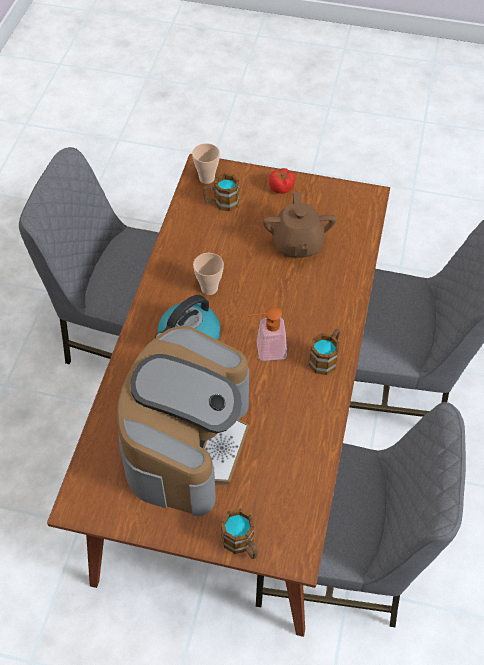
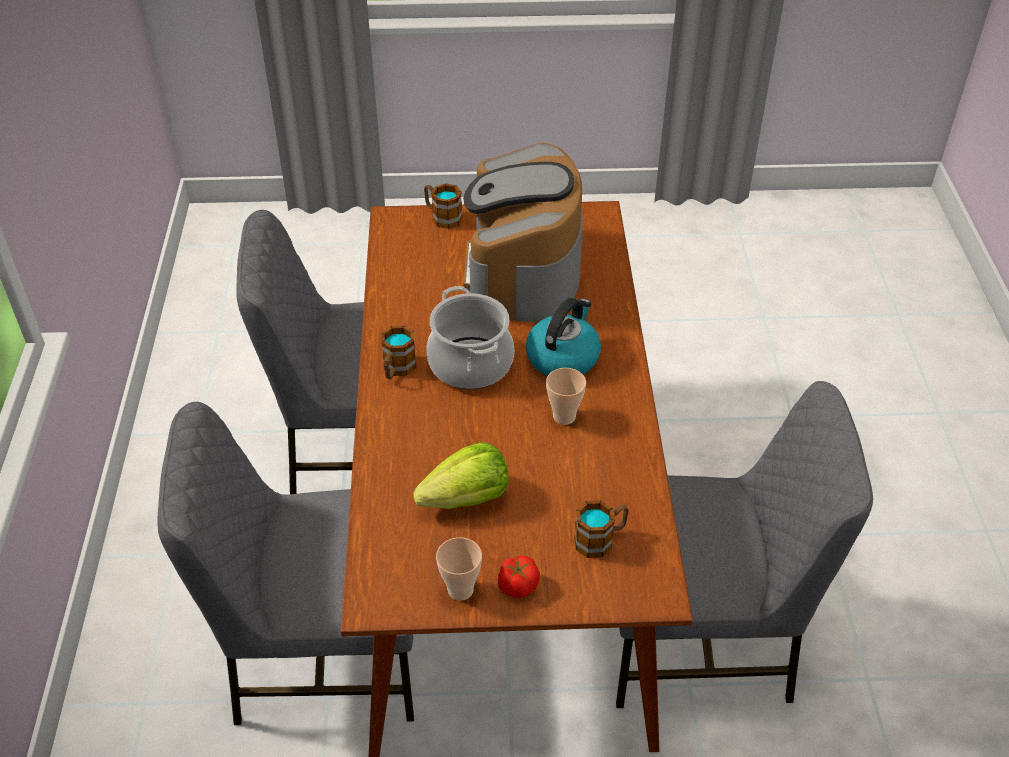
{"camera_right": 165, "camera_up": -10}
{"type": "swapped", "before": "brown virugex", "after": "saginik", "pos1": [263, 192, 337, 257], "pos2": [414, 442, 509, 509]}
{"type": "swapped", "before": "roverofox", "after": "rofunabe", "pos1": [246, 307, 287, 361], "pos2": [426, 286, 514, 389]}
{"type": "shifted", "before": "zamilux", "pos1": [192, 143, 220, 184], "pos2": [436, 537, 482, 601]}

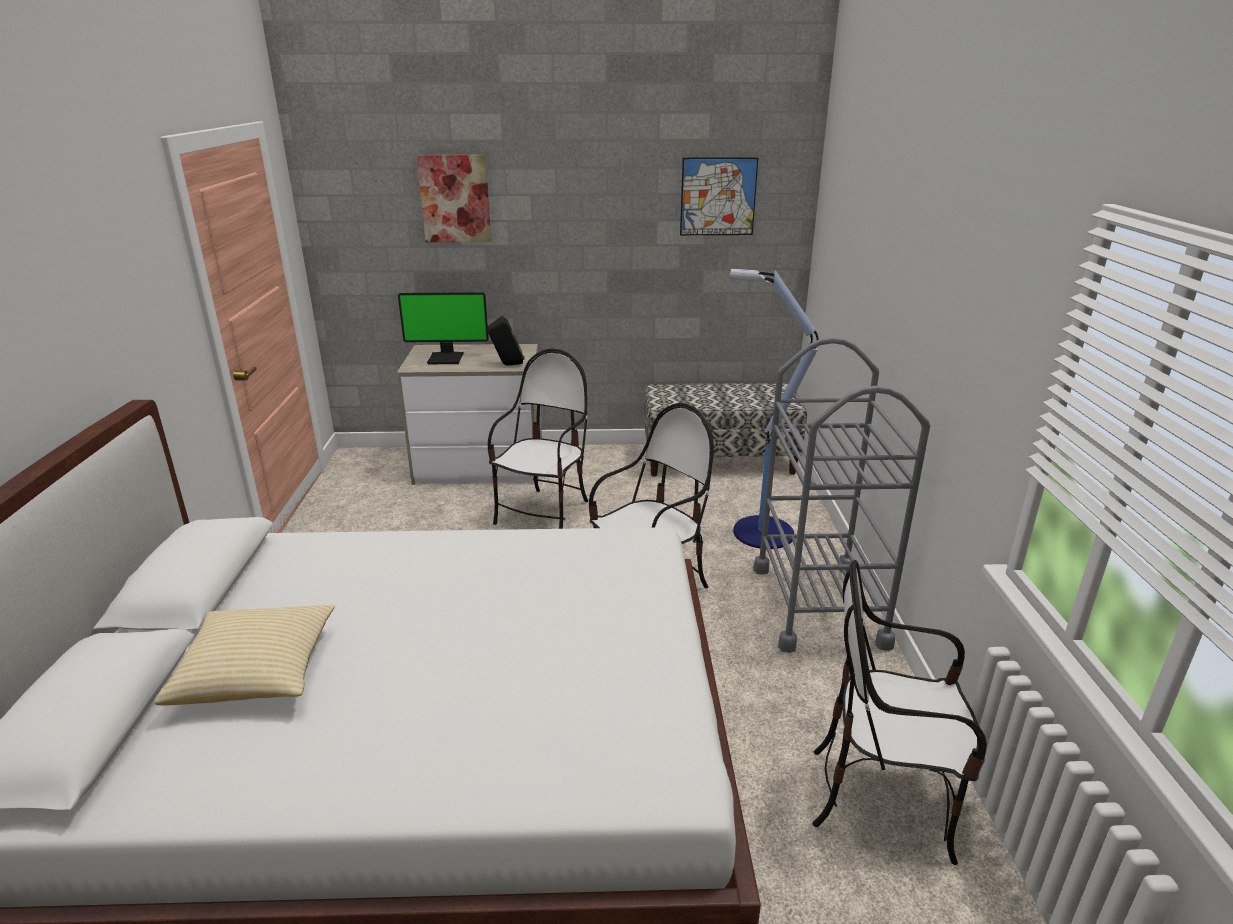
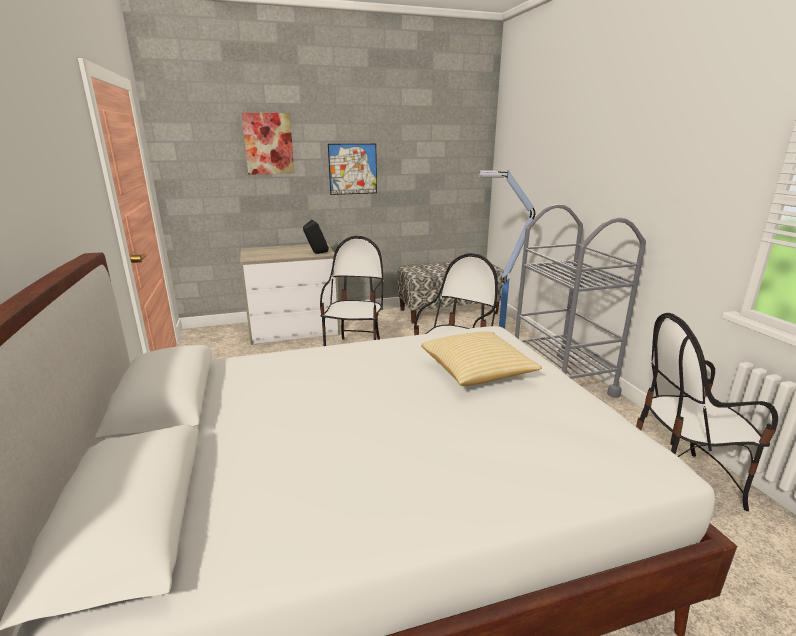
{"camera_right": -15, "camera_up": -5}
{"type": "shifted", "before": "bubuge", "pos1": [680, 157, 758, 235], "pos2": [328, 144, 377, 195]}
{"type": "shifted", "before": "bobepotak", "pos1": [154, 605, 335, 705], "pos2": [421, 331, 542, 386]}
{"type": "gone", "before": "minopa", "pos1": [398, 292, 489, 364]}

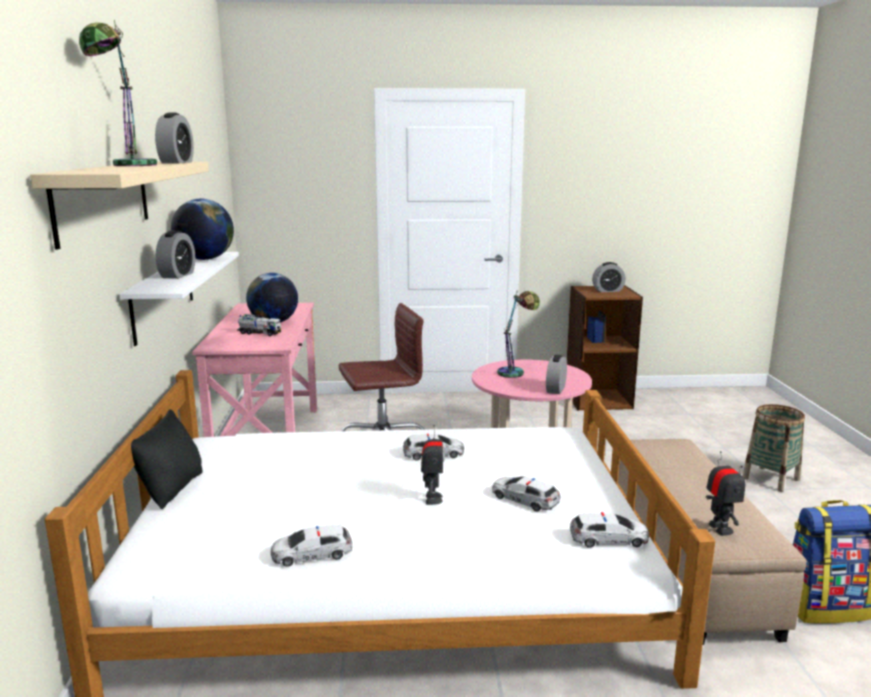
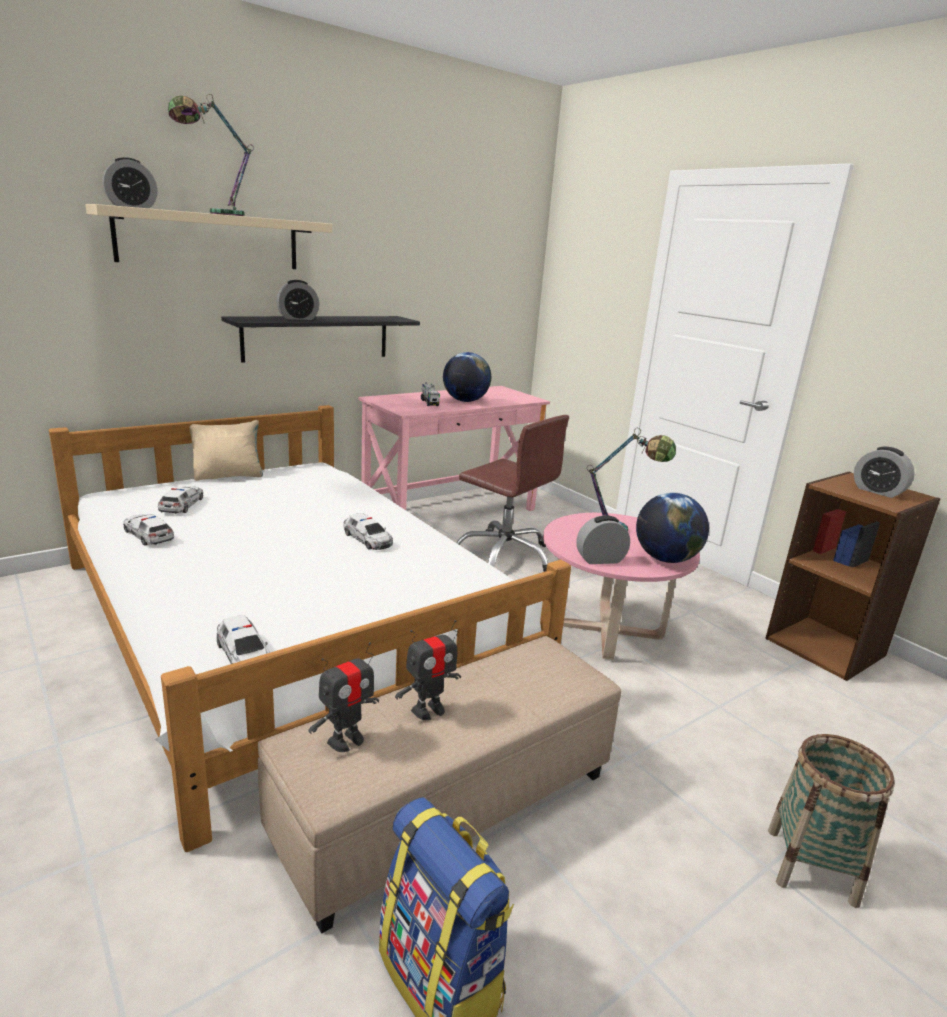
{"camera_right": 55, "camera_up": 5}
{"type": "shifted", "before": "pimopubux", "pos1": [155, 113, 194, 163], "pos2": [103, 157, 158, 208]}
{"type": "shifted", "before": "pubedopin", "pos1": [492, 476, 561, 512], "pos2": [158, 486, 203, 514]}
{"type": "repainted", "before": "black bobepotak", "after": "beige bobepotak", "pos1": [131, 409, 203, 509], "pos2": [189, 420, 263, 481]}
{"type": "repainted", "before": "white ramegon", "after": "black ramegon", "pos1": [119, 252, 239, 346], "pos2": [221, 316, 420, 363]}
{"type": "shifted", "before": "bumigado", "pos1": [421, 425, 444, 505], "pos2": [395, 620, 461, 720]}
{"type": "shifted", "before": "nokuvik", "pos1": [171, 199, 234, 260], "pos2": [636, 493, 709, 563]}

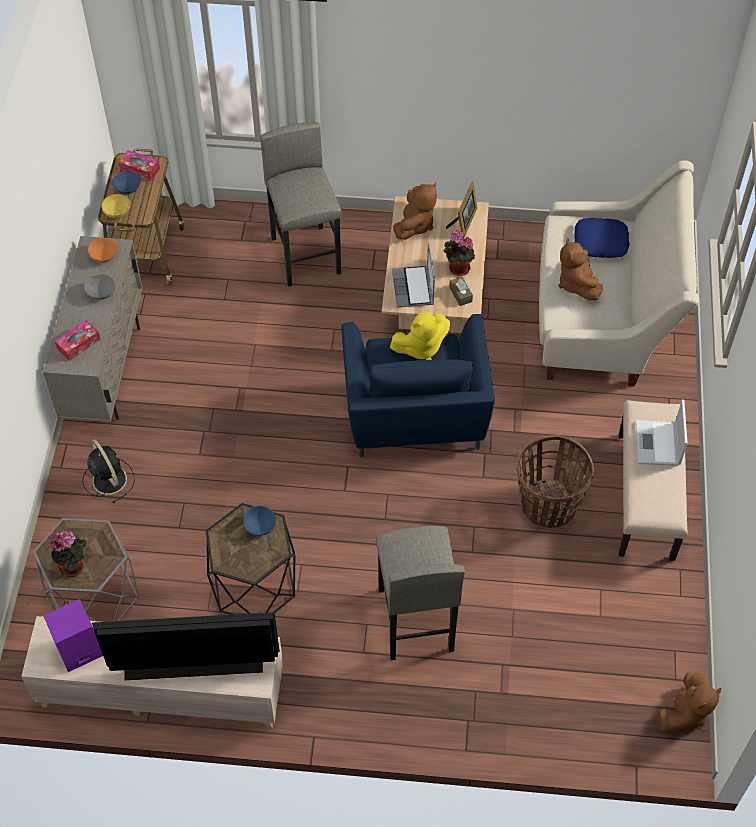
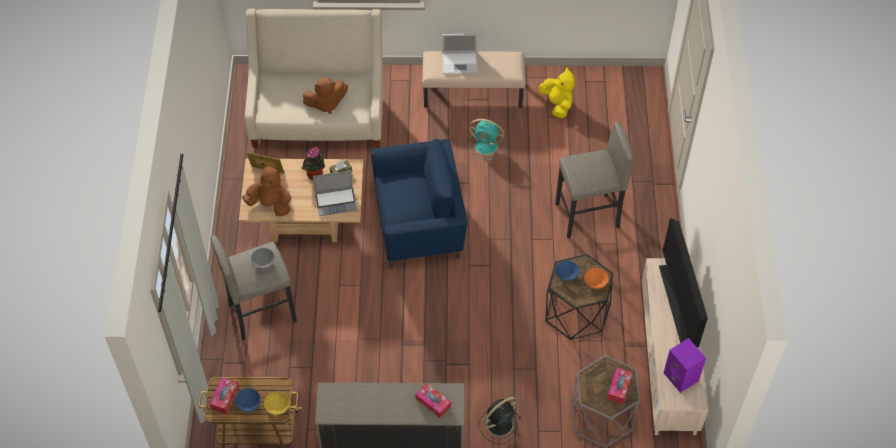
{"camera_right": -95, "camera_up": 0}
{"type": "shifted", "before": "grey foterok", "pos1": [84, 274, 115, 300], "pos2": [251, 248, 275, 269]}
{"type": "swapped", "before": "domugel", "after": "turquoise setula", "pos1": [517, 435, 594, 528], "pos2": [469, 119, 505, 160]}
{"type": "shifted", "before": "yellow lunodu", "pos1": [390, 312, 450, 360], "pos2": [539, 67, 575, 118]}
{"type": "shifted", "before": "orange foterok", "pos1": [88, 238, 118, 263], "pos2": [584, 268, 609, 289]}
{"type": "swapped", "before": "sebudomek", "after": "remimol", "pos1": [51, 531, 87, 577], "pos2": [607, 368, 633, 404]}
{"type": "gone", "before": "blue bobepotak", "pos1": [574, 218, 630, 258]}
{"type": "gone", "before": "brown lunodu", "pos1": [658, 671, 721, 732]}

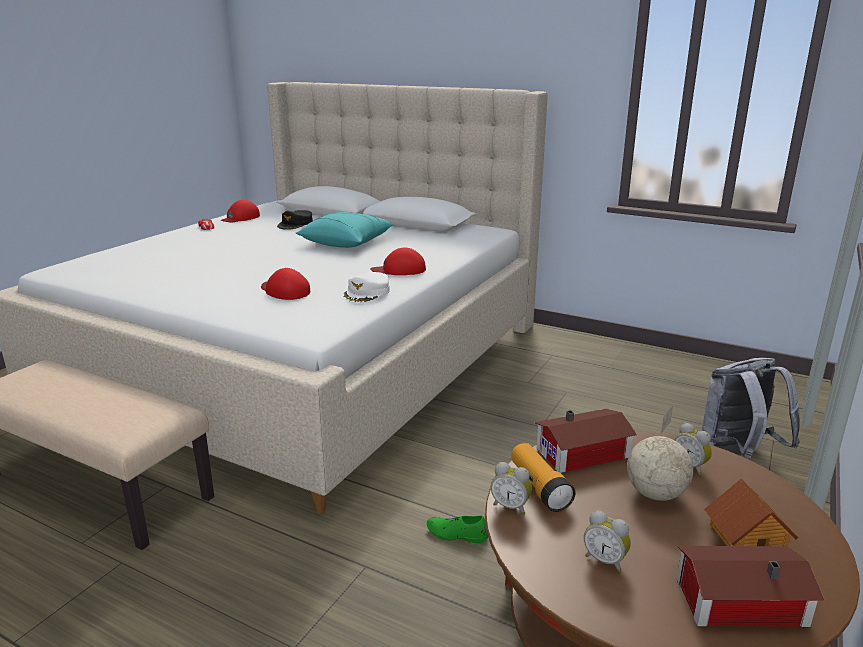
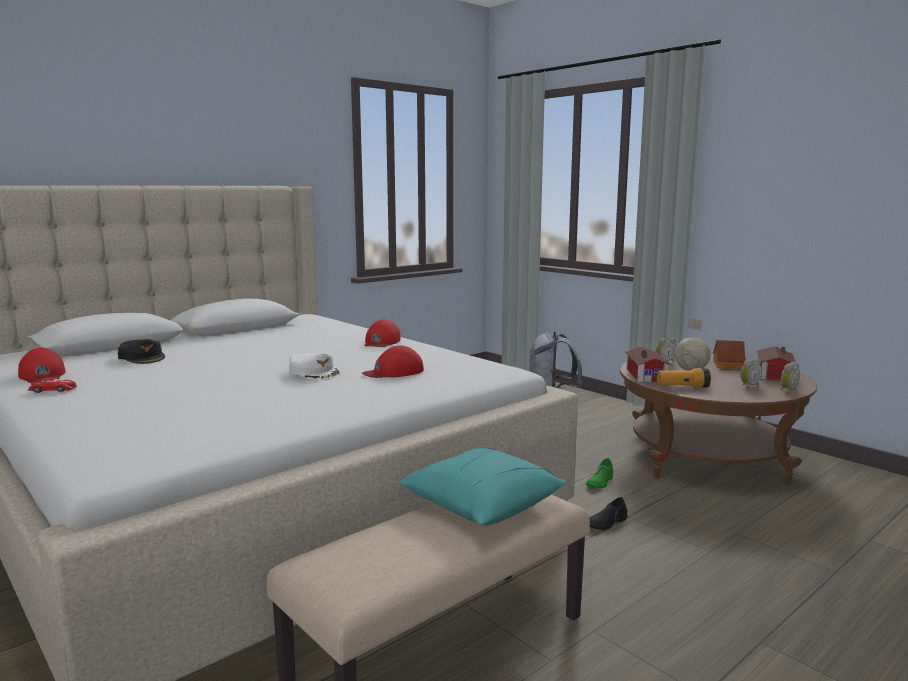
{"camera_right": -70, "camera_up": -10}
{"type": "shifted", "before": "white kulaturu", "pos1": [343, 272, 390, 303], "pos2": [289, 353, 340, 380]}
{"type": "shifted", "before": "turquoise bobepotak", "pos1": [296, 212, 393, 248], "pos2": [398, 447, 566, 526]}
{"type": "new", "after": "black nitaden", "pos2": [589, 497, 628, 530]}
{"type": "shifted", "before": "pimopubux", "pos1": [491, 462, 532, 515], "pos2": [781, 362, 800, 394]}

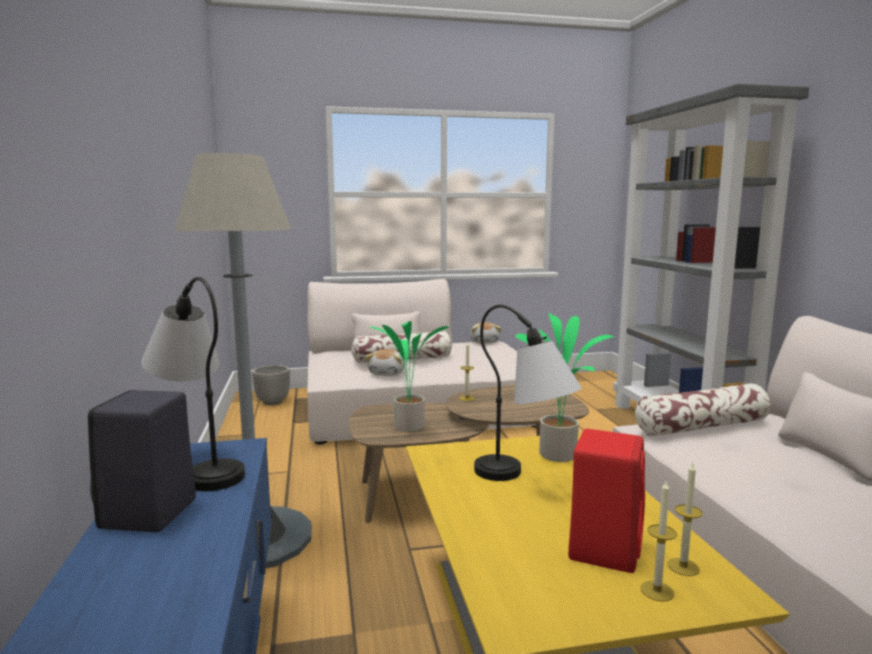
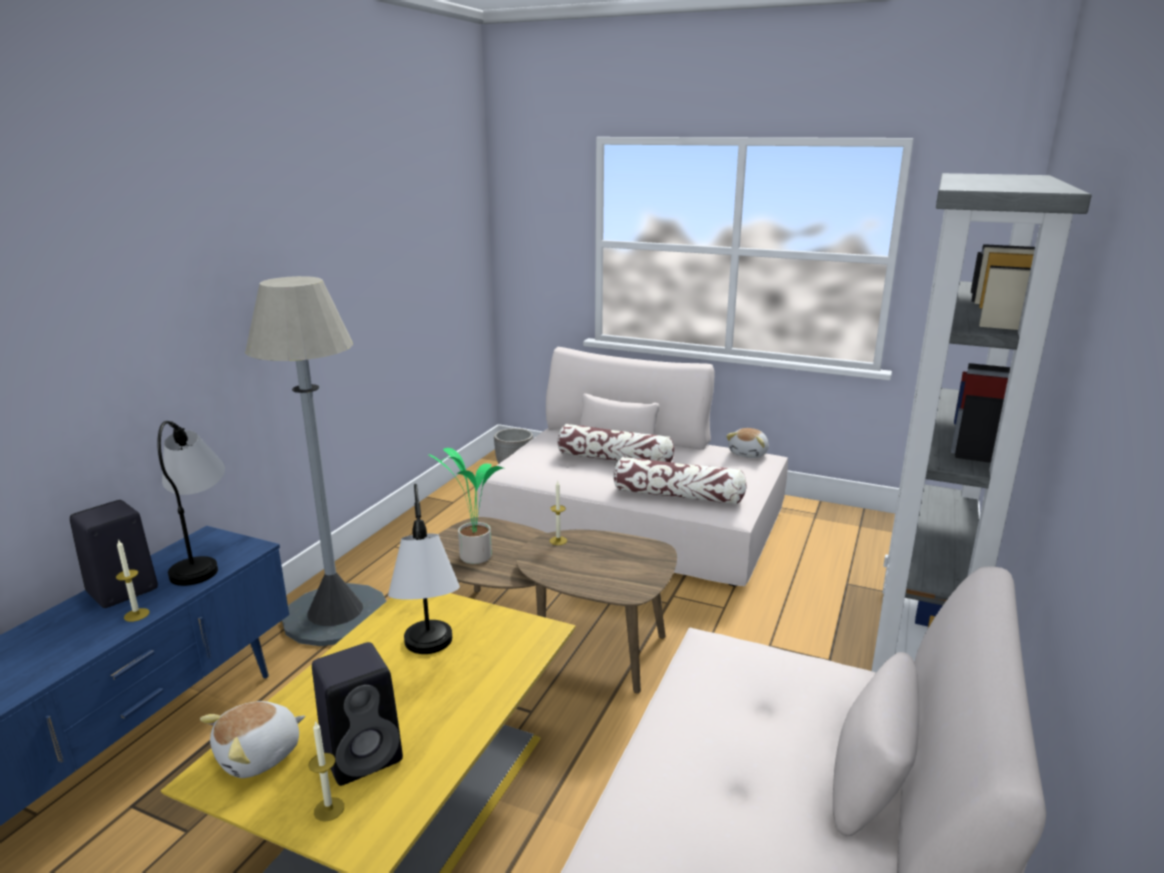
{"camera_right": 35, "camera_up": 10}
{"type": "shifted", "before": "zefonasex", "pos1": [667, 463, 703, 576], "pos2": [116, 539, 150, 622]}
{"type": "shifted", "before": "lunodu", "pos1": [365, 349, 405, 376], "pos2": [200, 701, 305, 778]}
{"type": "repainted", "before": "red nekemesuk", "after": "black nekemesuk", "pos1": [568, 429, 645, 573], "pos2": [312, 642, 403, 786]}
{"type": "shifted", "before": "bobepotak", "pos1": [635, 383, 770, 436], "pos2": [613, 457, 747, 505]}
{"type": "gone", "before": "sebudomek", "pos1": [515, 313, 614, 462]}

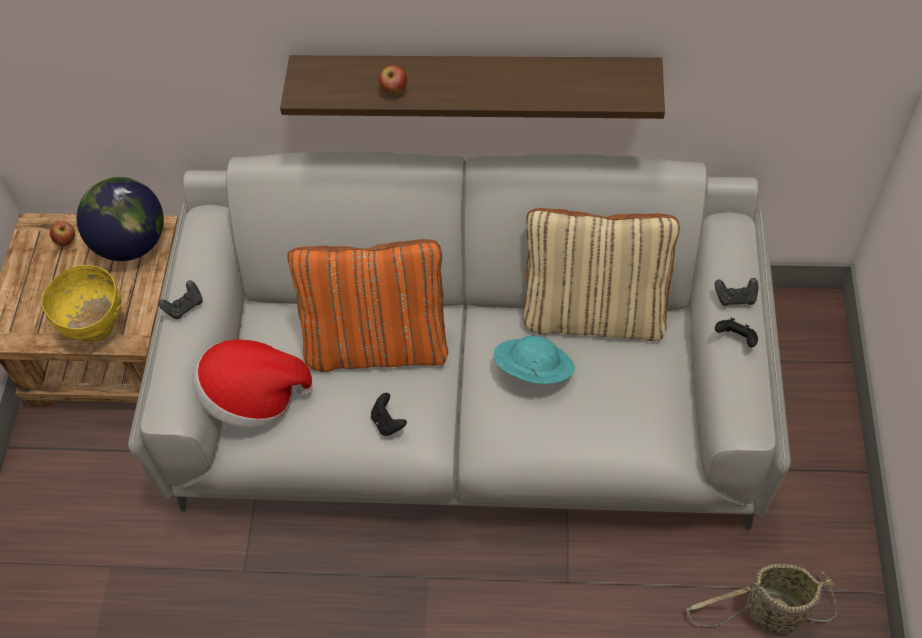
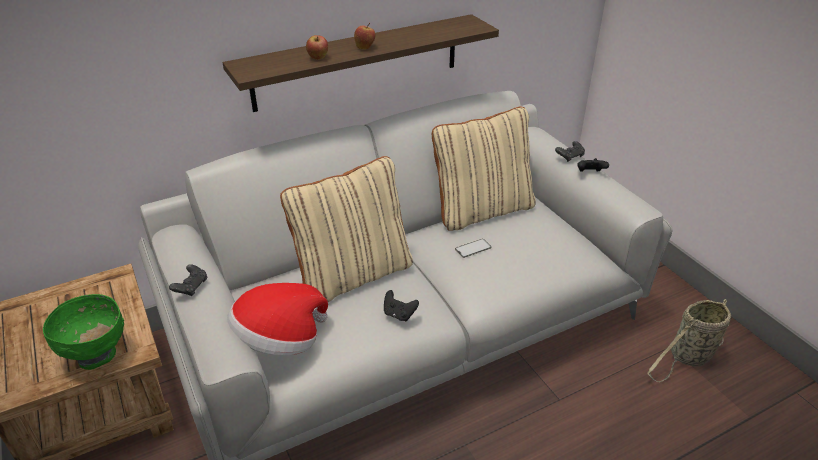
{"camera_right": -35, "camera_up": -20}
{"type": "repainted", "before": "yellow foterok", "after": "green foterok", "pos1": [41, 265, 121, 342], "pos2": [43, 294, 124, 370]}
{"type": "repainted", "before": "orange bobepotak", "after": "beige bobepotak", "pos1": [287, 239, 448, 372], "pos2": [280, 156, 413, 302]}
{"type": "shifted", "before": "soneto", "pos1": [50, 221, 75, 247], "pos2": [354, 23, 375, 49]}
{"type": "swapped", "before": "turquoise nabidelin", "after": "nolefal", "pos1": [493, 336, 575, 384], "pos2": [455, 239, 491, 258]}
{"type": "gone", "before": "nokuvik", "pos1": [77, 177, 164, 261]}

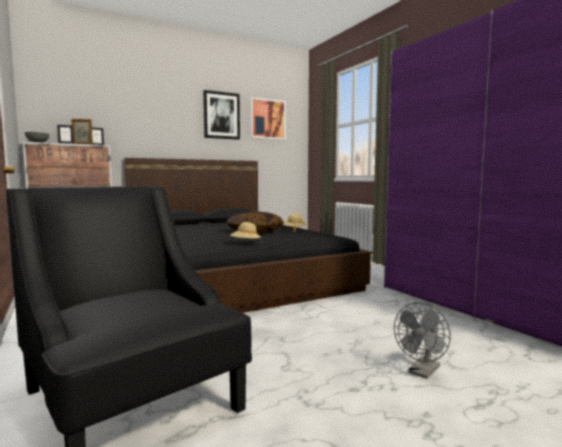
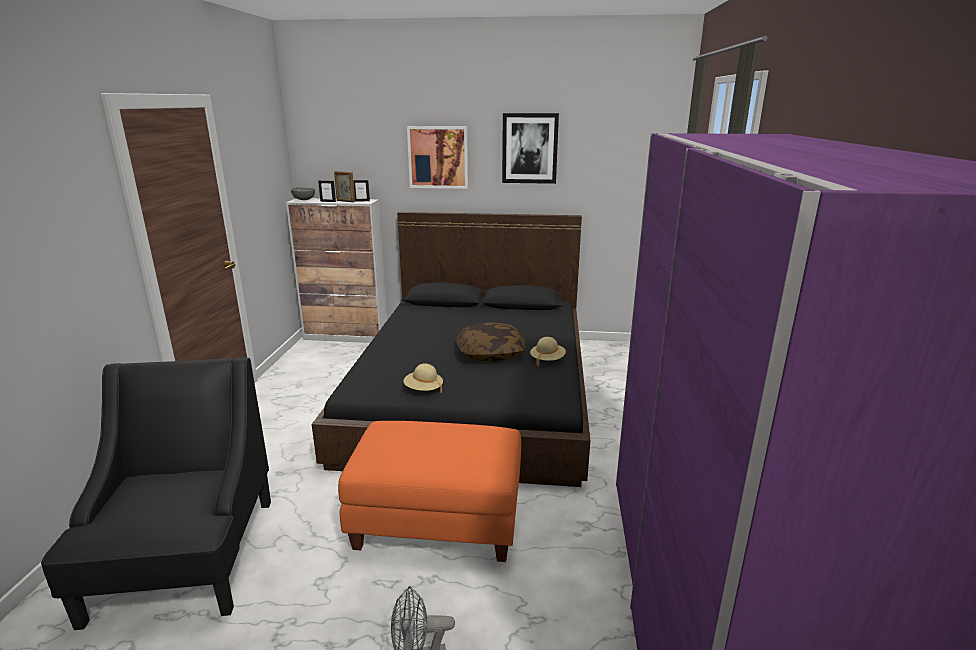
{"camera_right": 35, "camera_up": 15}
{"type": "new", "after": "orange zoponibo", "pos2": [338, 421, 521, 562]}
{"type": "shifted", "before": "bubuge", "pos1": [250, 97, 286, 140], "pos2": [407, 126, 468, 189]}

